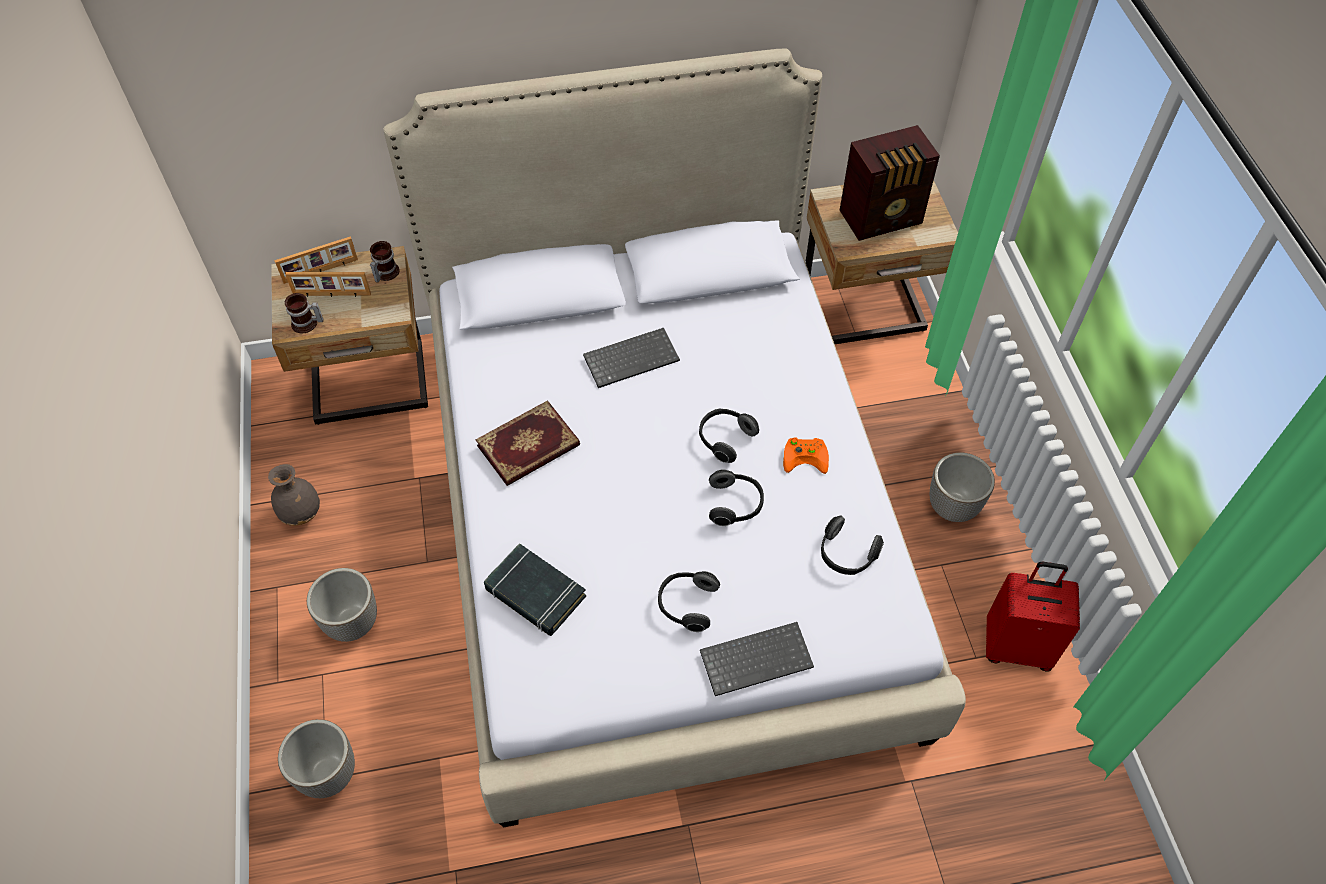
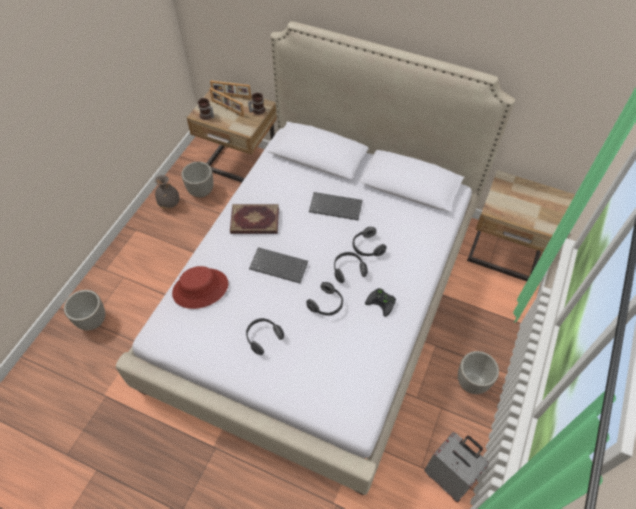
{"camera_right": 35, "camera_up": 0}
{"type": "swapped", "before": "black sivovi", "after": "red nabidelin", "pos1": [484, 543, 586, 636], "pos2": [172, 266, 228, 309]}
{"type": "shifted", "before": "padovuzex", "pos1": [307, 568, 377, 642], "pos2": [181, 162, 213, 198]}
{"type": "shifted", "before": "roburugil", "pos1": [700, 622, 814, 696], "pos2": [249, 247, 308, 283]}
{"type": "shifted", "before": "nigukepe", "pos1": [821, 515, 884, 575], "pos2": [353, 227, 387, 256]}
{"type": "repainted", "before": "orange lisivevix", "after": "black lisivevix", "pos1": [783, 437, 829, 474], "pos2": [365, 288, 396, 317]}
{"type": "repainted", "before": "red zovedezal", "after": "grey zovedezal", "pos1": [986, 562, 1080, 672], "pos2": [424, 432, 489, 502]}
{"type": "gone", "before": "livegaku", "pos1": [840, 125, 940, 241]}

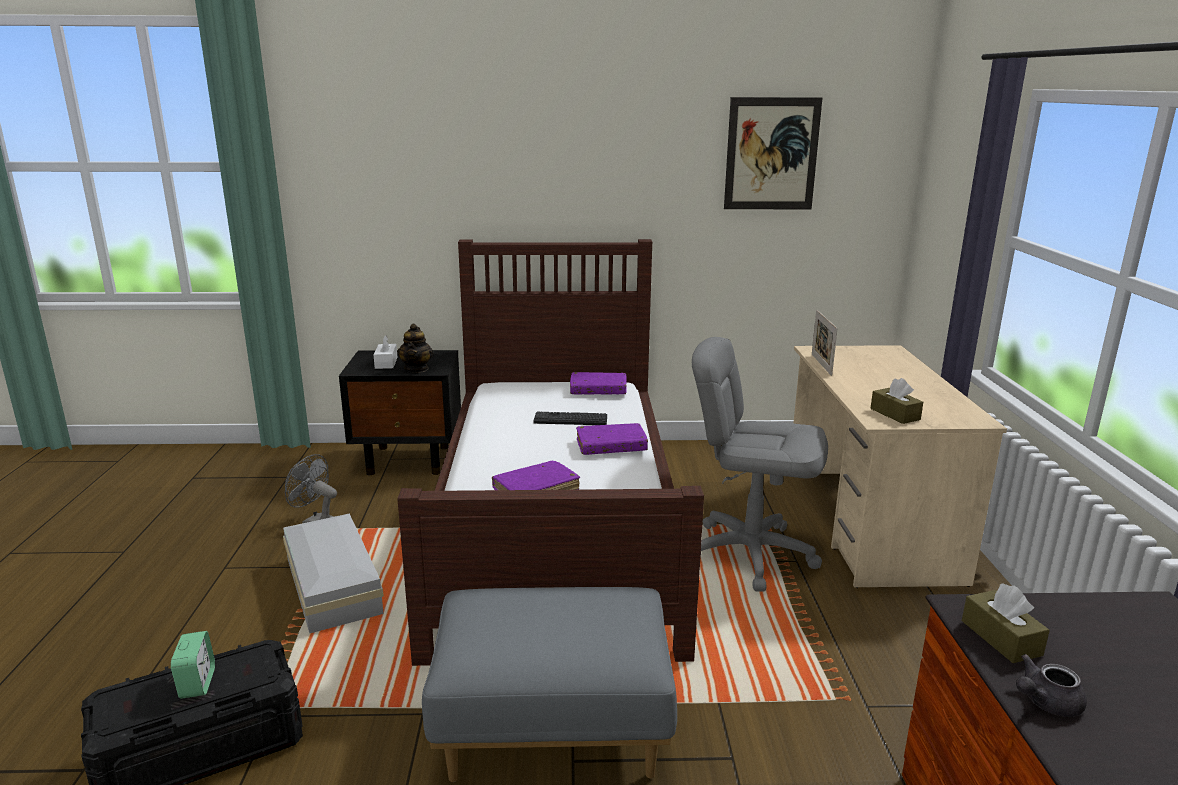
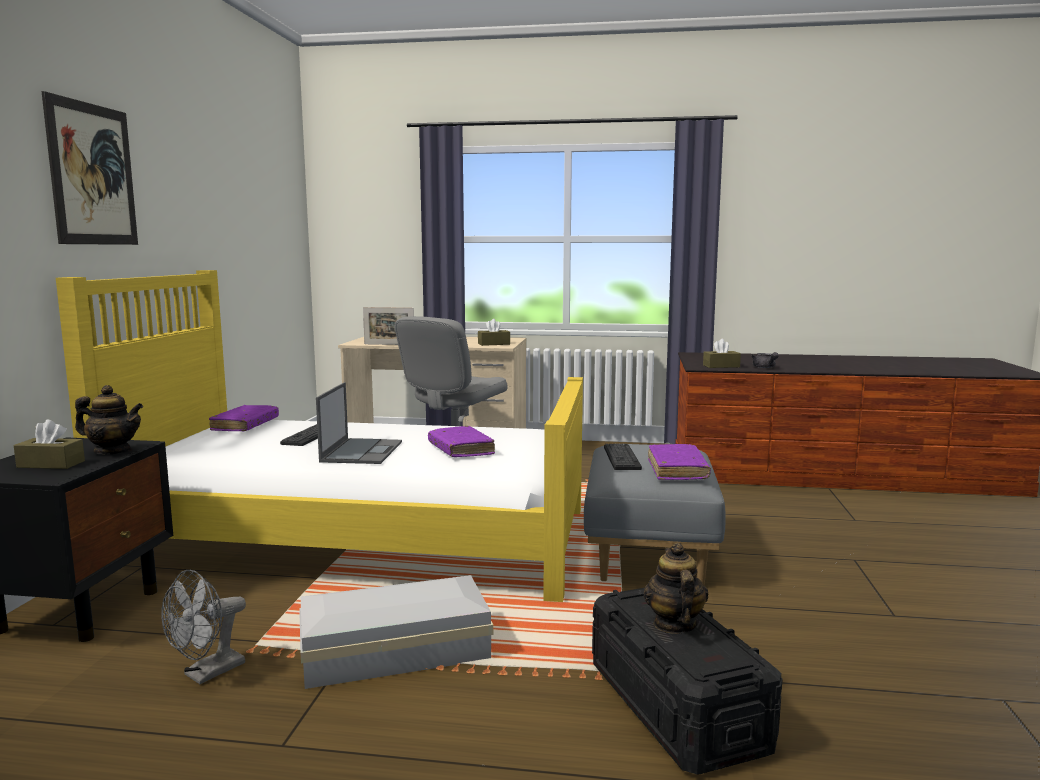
{"camera_right": -80, "camera_up": -10}
{"type": "repainted", "before": "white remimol", "after": "brown remimol", "pos1": [374, 335, 398, 369], "pos2": [14, 420, 85, 469]}
{"type": "shifted", "before": "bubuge", "pos1": [724, 97, 822, 209], "pos2": [41, 91, 138, 245]}
{"type": "repainted", "before": "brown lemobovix", "after": "yellow lemobovix", "pos1": [397, 239, 704, 666], "pos2": [56, 270, 583, 602]}
{"type": "new", "after": "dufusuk", "pos2": [316, 382, 402, 464]}
{"type": "new", "after": "roburugil", "pos2": [604, 444, 642, 470]}
{"type": "swapped", "before": "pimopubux", "after": "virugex", "pos1": [171, 631, 215, 699], "pos2": [644, 542, 708, 634]}
{"type": "shifted", "before": "purple sivovi", "pos1": [576, 423, 648, 455], "pos2": [648, 444, 711, 480]}

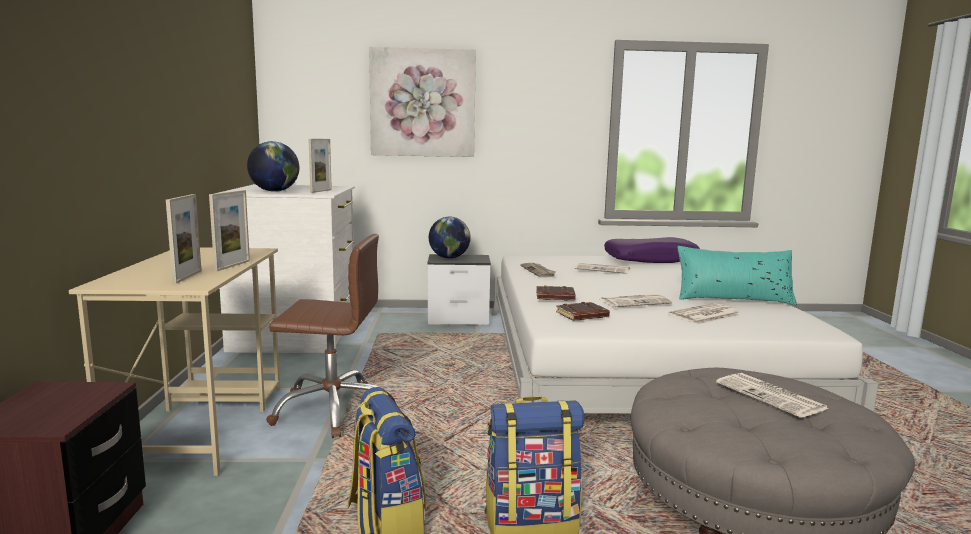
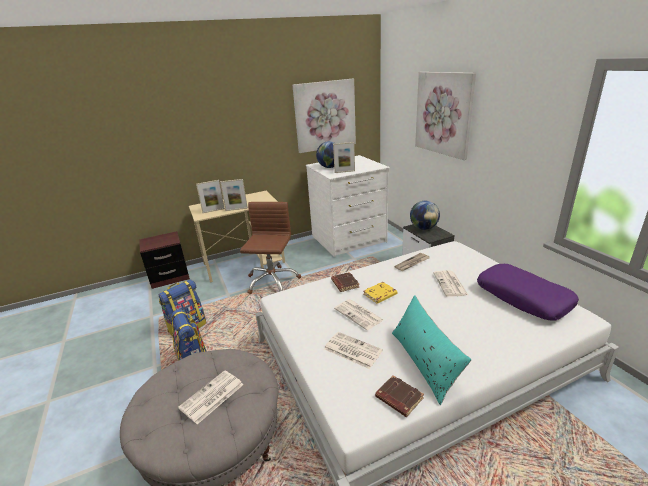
{"camera_right": 70, "camera_up": 15}
{"type": "rotated", "before": "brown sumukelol", "pos1": [266, 234, 379, 438], "pos2": [240, 202, 301, 294], "turn": -150}
{"type": "new", "after": "bubuge", "pos2": [293, 79, 356, 153]}
{"type": "new", "after": "yellow sivovi", "pos2": [364, 282, 397, 304]}
{"type": "shifted", "before": "brown sivovi", "pos1": [556, 302, 610, 321], "pos2": [375, 375, 424, 417]}

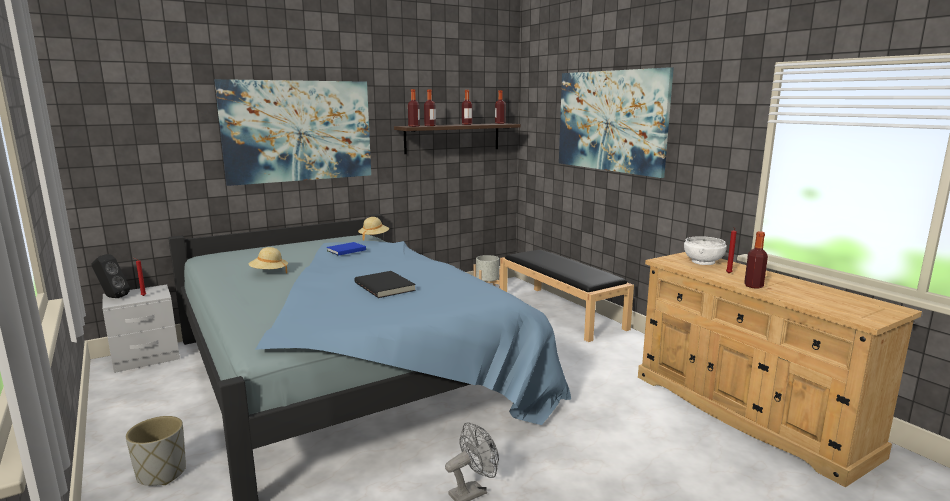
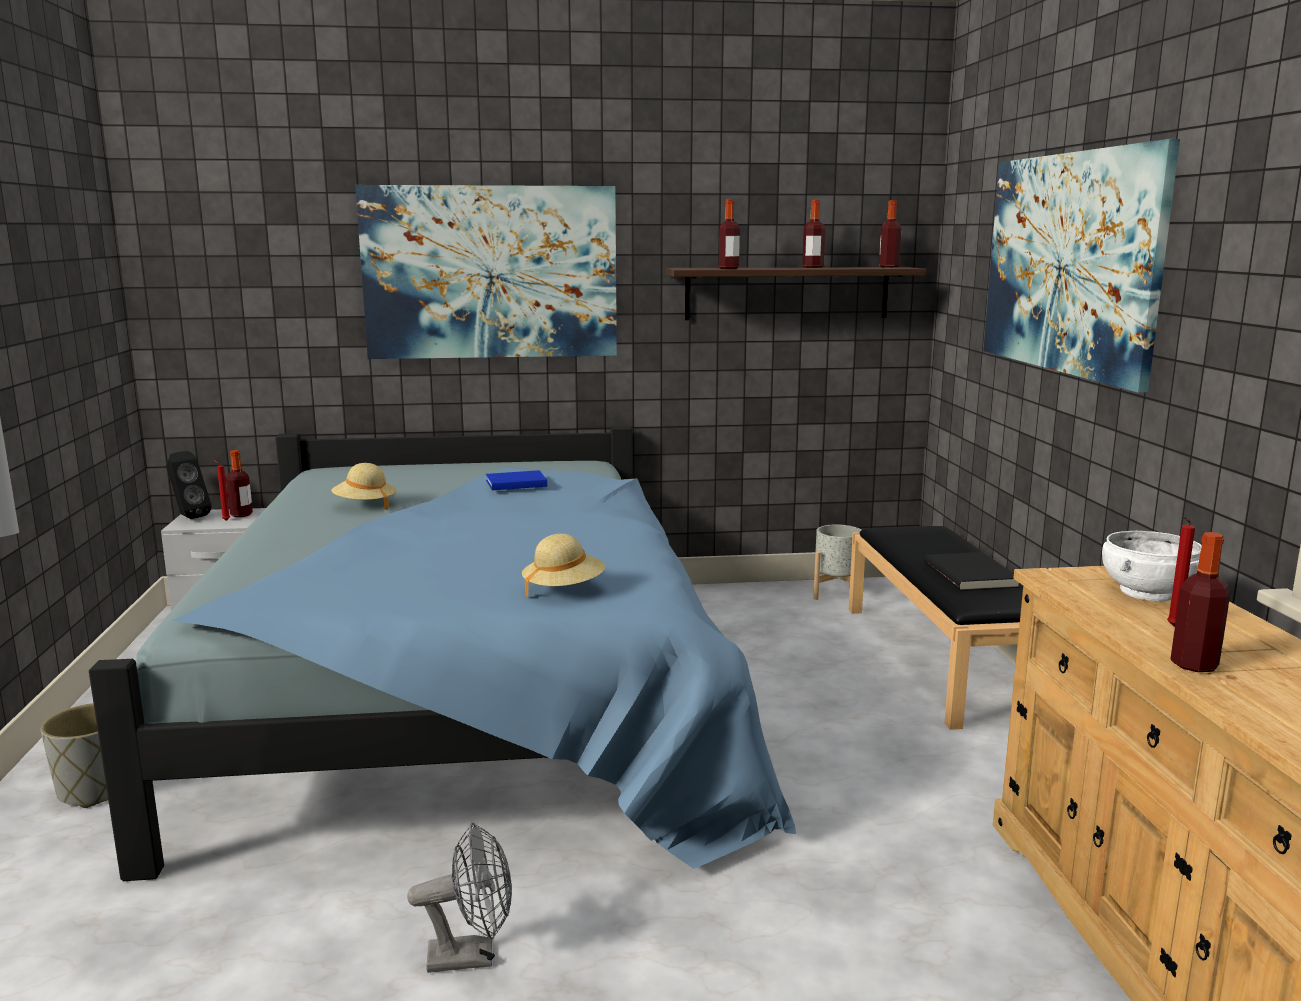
{"camera_right": 25, "camera_up": 0}
{"type": "shifted", "before": "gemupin", "pos1": [408, 89, 420, 127], "pos2": [226, 450, 253, 517]}
{"type": "shifted", "before": "beige nabidelin", "pos1": [358, 217, 389, 241], "pos2": [522, 534, 605, 597]}
{"type": "shifted", "before": "black sivovi", "pos1": [355, 271, 416, 298], "pos2": [924, 552, 1019, 591]}

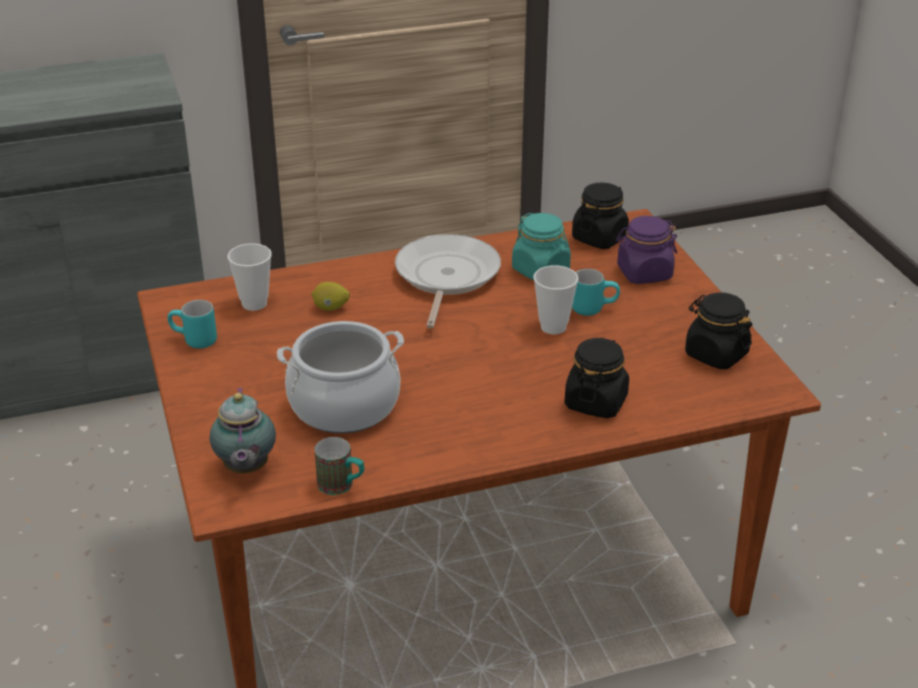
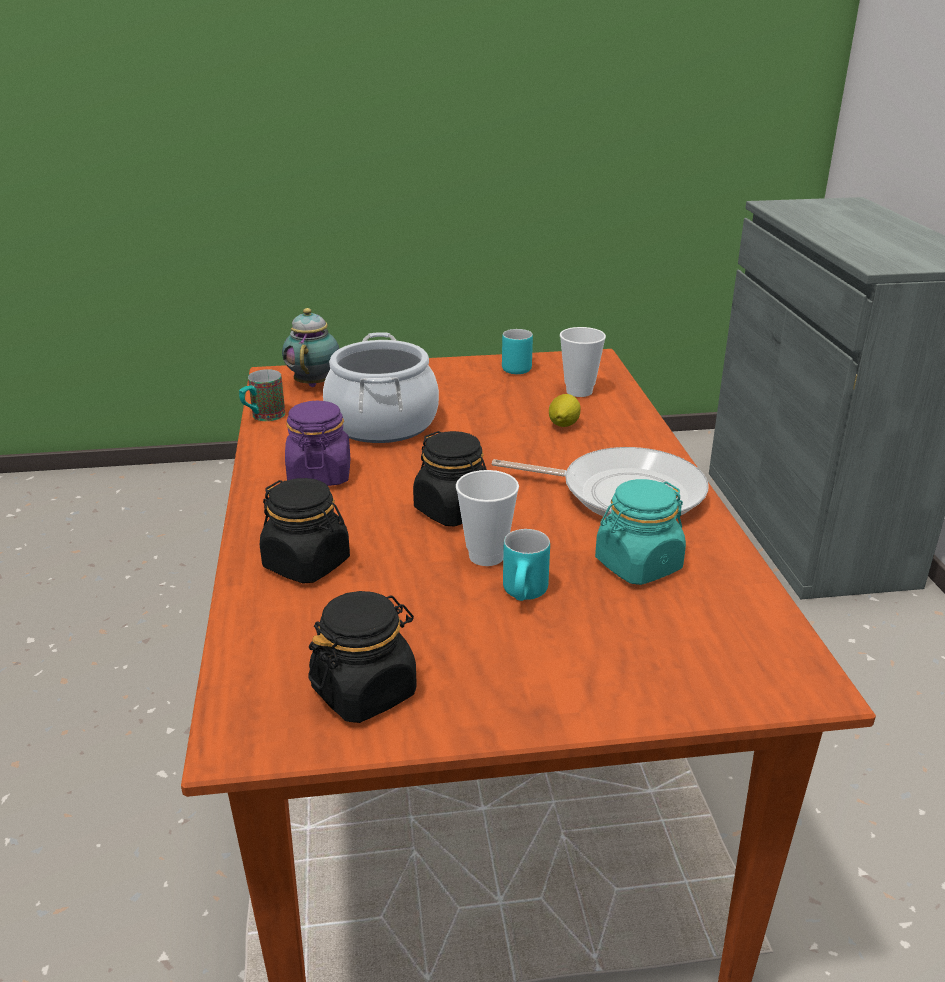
{"camera_right": 100, "camera_up": -5}
{"type": "rotated", "before": "virugex", "pos1": [210, 388, 276, 473], "pos2": [282, 308, 339, 387], "turn": 90}
{"type": "shifted", "before": "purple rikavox", "pos1": [616, 216, 677, 284], "pos2": [285, 401, 351, 486]}
{"type": "shifted", "before": "black rikavox", "pos1": [572, 182, 629, 249], "pos2": [413, 431, 487, 526]}

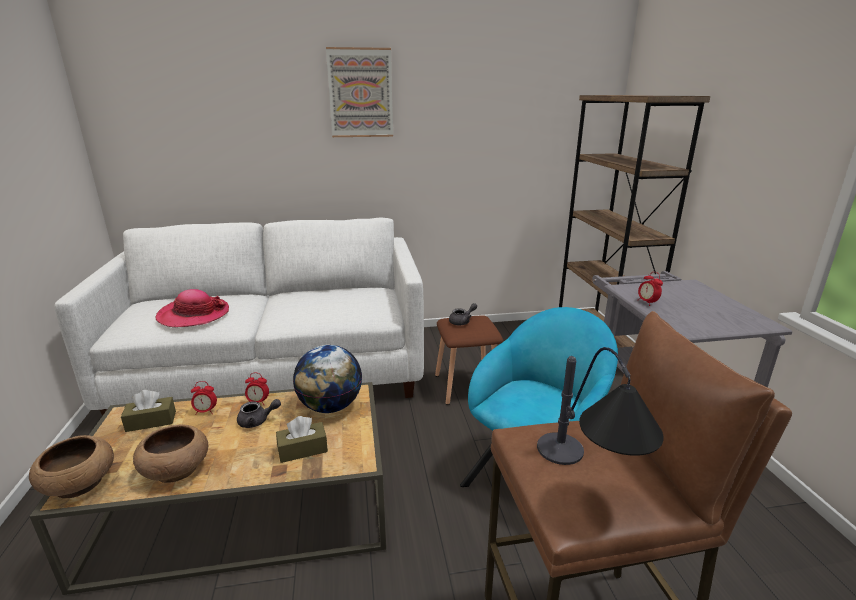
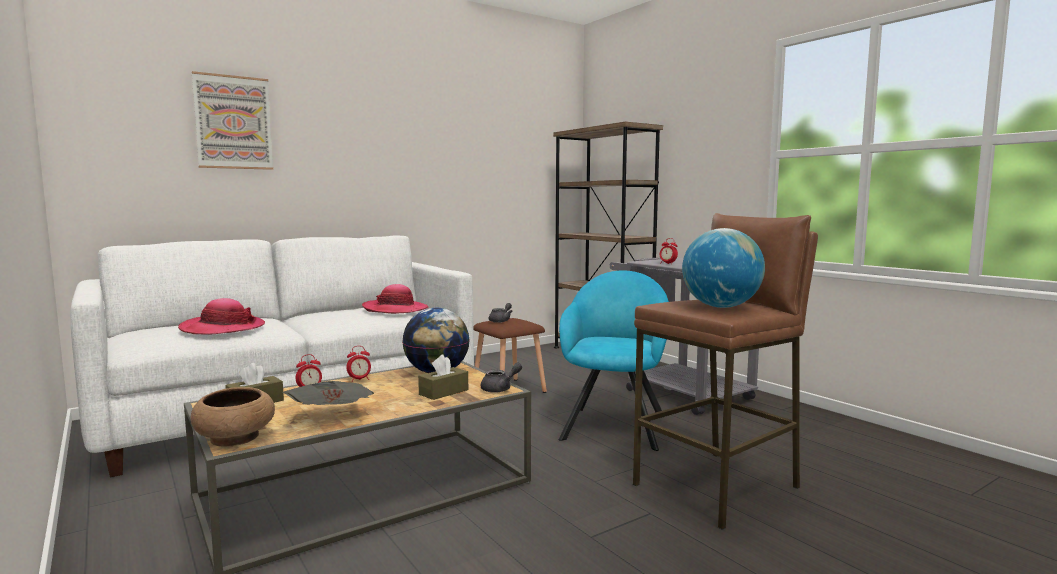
{"camera_right": -25, "camera_up": -15}
{"type": "shifted", "before": "bubuge", "pos1": [326, 47, 393, 137], "pos2": [192, 71, 273, 170]}
{"type": "swapped", "before": "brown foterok", "after": "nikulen", "pos1": [133, 424, 209, 483], "pos2": [283, 381, 374, 405]}
{"type": "new", "after": "nabidelin", "pos2": [362, 284, 429, 314]}
{"type": "shifted", "before": "grey virugex", "pos1": [237, 399, 281, 428], "pos2": [481, 363, 522, 393]}
{"type": "swapped", "before": "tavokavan", "after": "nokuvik", "pos1": [537, 347, 664, 465], "pos2": [682, 228, 765, 308]}

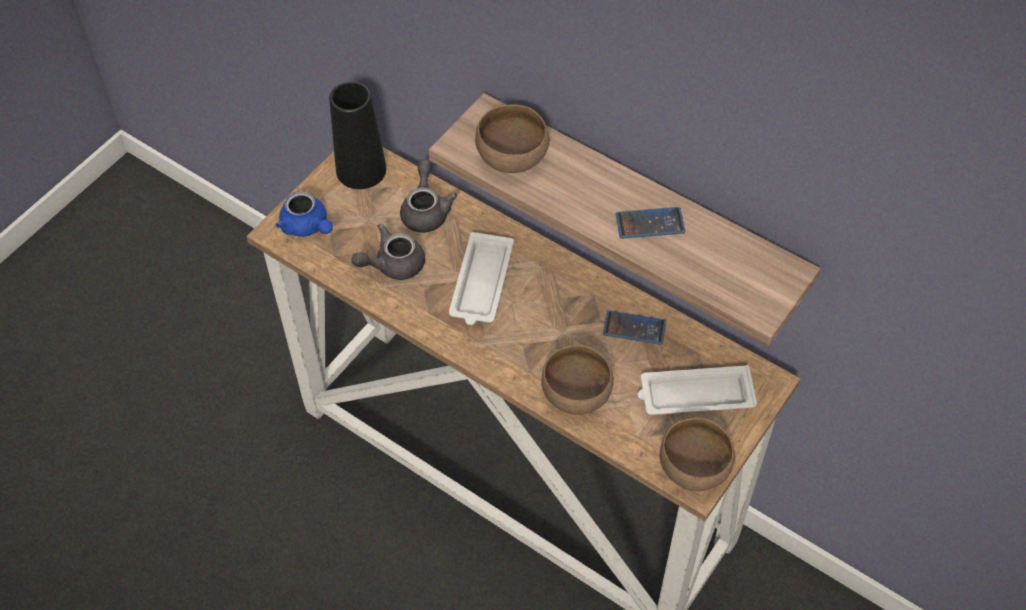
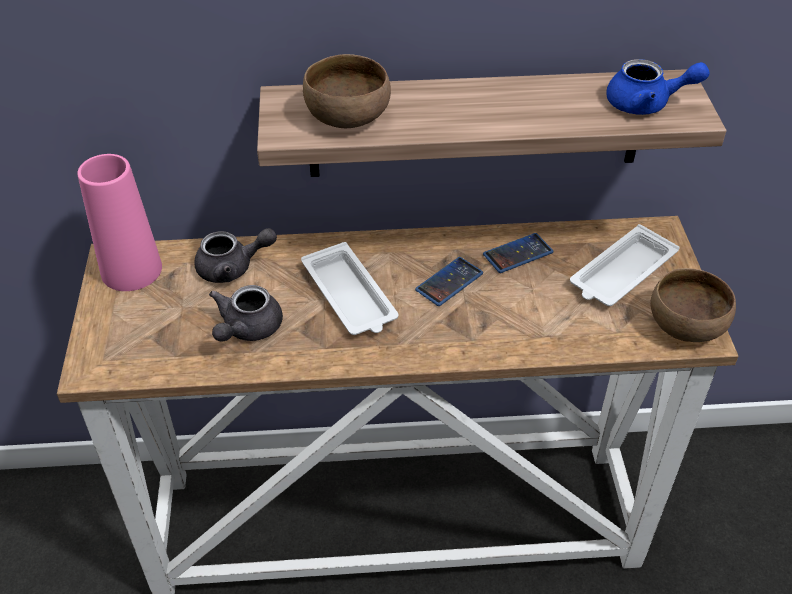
{"camera_right": -40, "camera_up": -10}
{"type": "repainted", "before": "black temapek", "after": "pink temapek", "pos1": [329, 82, 386, 189], "pos2": [77, 154, 162, 291]}
{"type": "rotated", "before": "grey virugex", "pos1": [400, 159, 457, 233], "pos2": [194, 228, 277, 283], "turn": 120}
{"type": "shifted", "before": "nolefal", "pos1": [616, 207, 685, 239], "pos2": [415, 257, 483, 306]}
{"type": "shifted", "before": "blue virugex", "pos1": [276, 191, 333, 237], "pos2": [606, 59, 710, 115]}
{"type": "gone", "before": "brown foterok", "pos1": [541, 345, 614, 415]}

